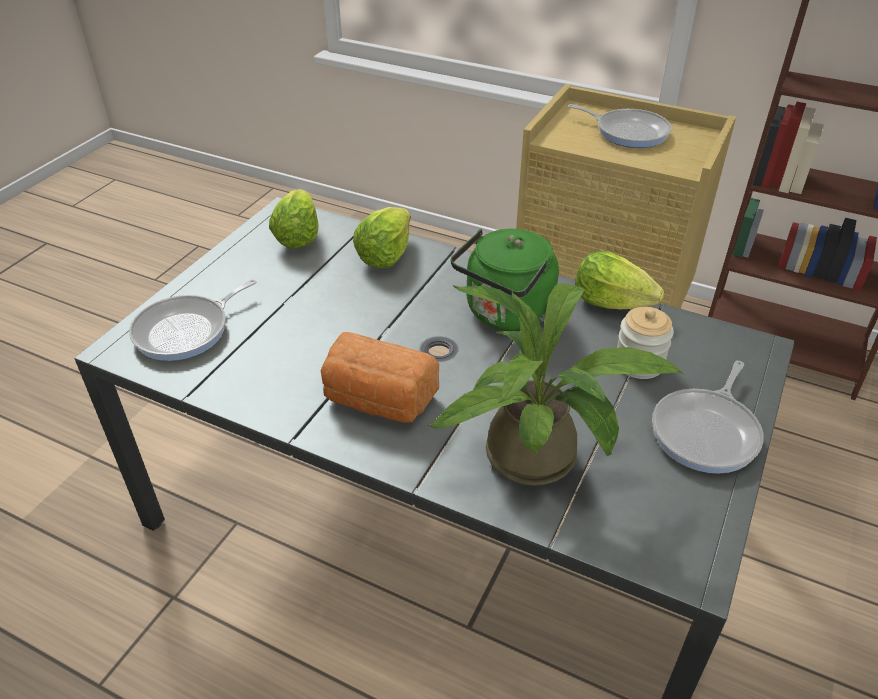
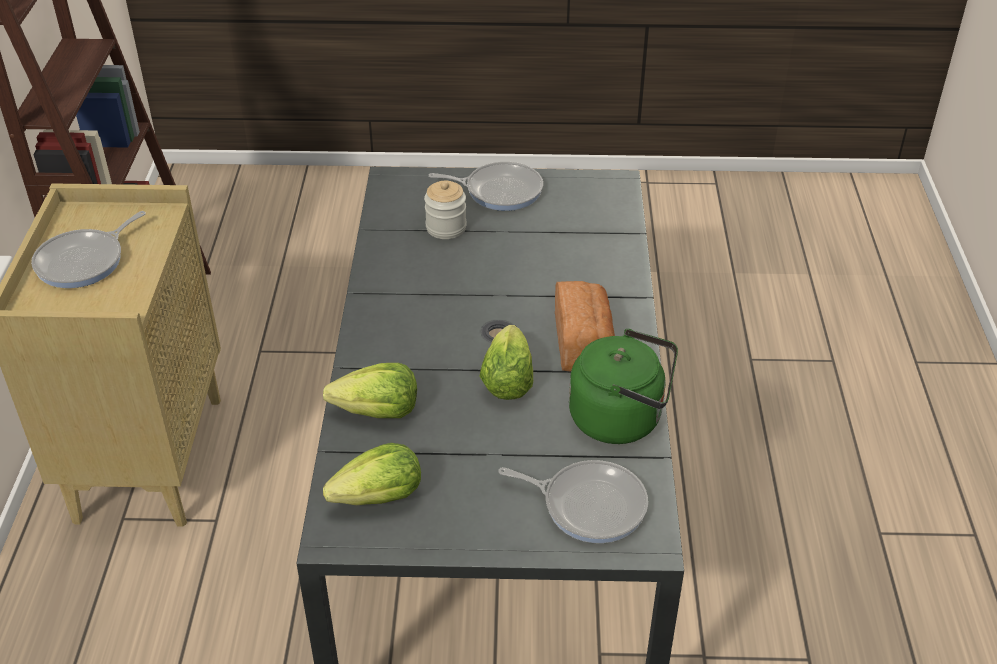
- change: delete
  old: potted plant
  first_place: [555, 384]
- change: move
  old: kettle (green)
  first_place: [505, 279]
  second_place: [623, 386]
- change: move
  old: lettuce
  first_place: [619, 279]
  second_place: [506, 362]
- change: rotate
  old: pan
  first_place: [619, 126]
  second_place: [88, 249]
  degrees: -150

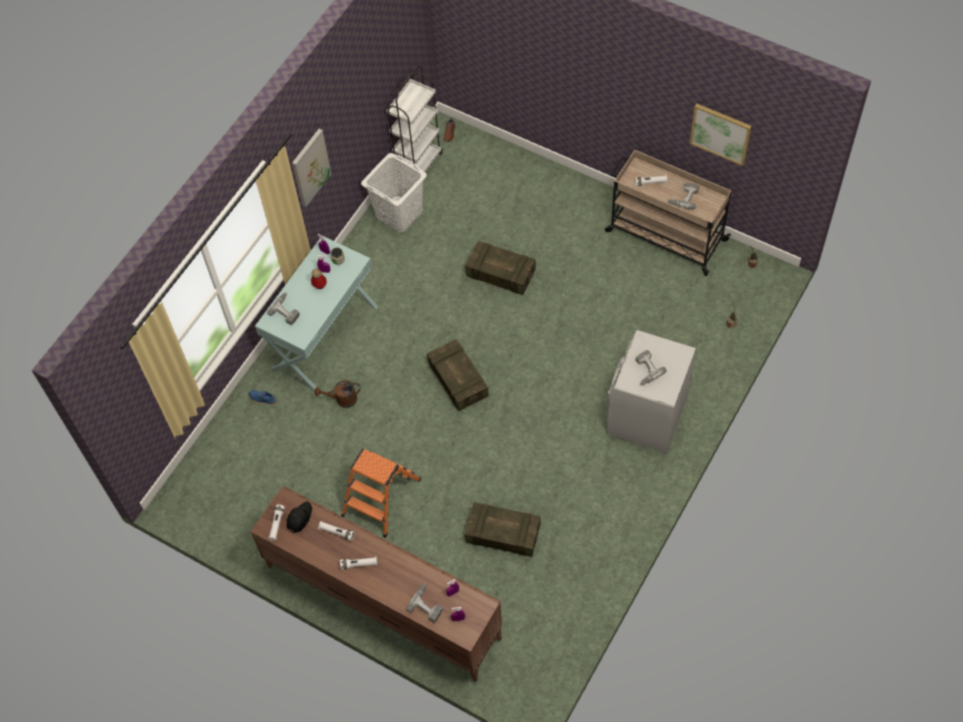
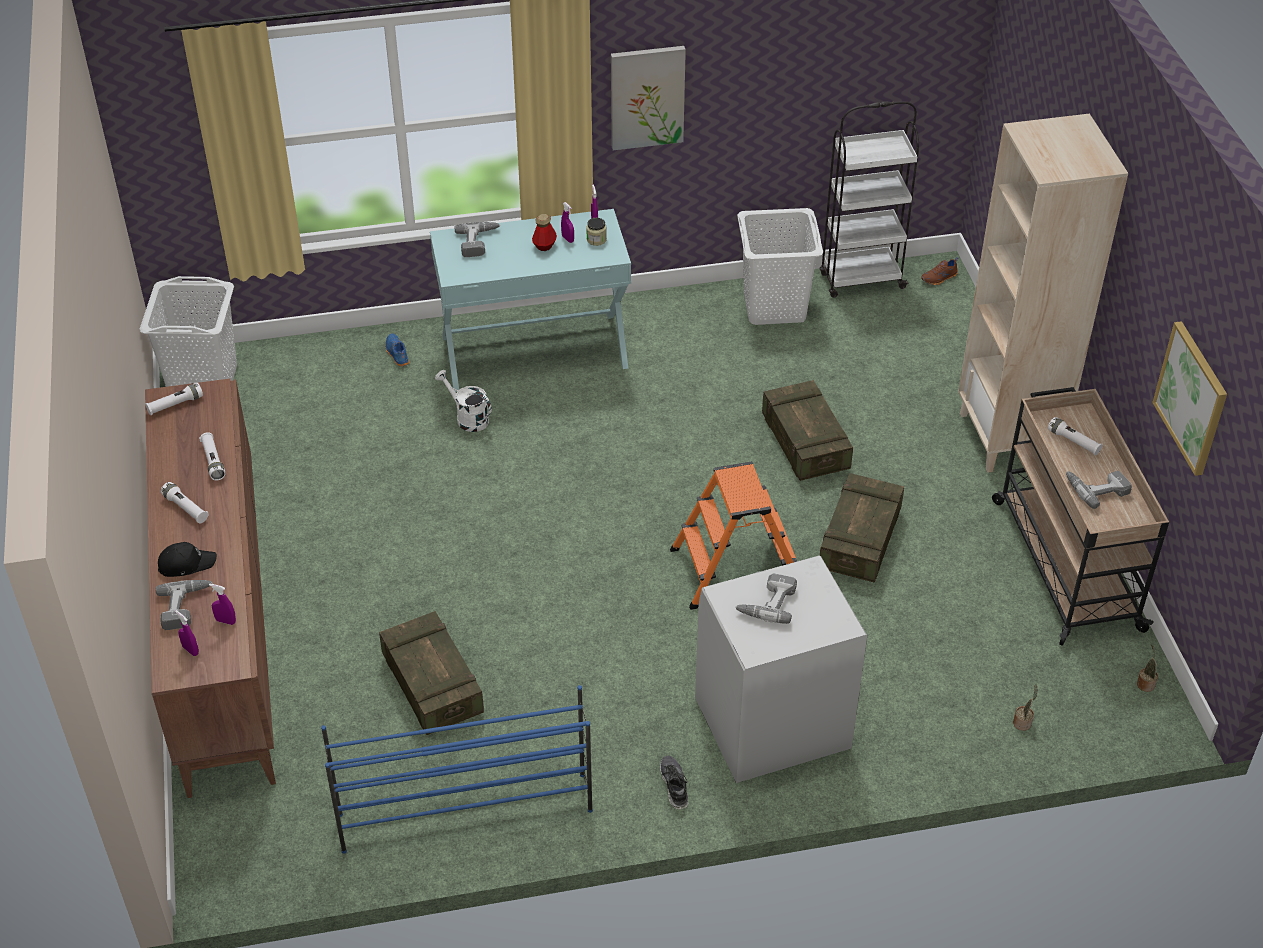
- change: insert
  new: washing basket (white)
  second_place: [188, 331]
- change: insert
  new: shoe stand (bluish)
  second_place: [457, 769]
- change: insert
  new: low shoe
  second_place: [674, 782]
- change: insert
  new: shelving unit (sand-coloured)
  second_place: [1043, 293]
- change: move
  old: peaked cap (blackish)
  first_place: [299, 517]
  second_place: [187, 559]
- change: move
  old: step stool (orange)
  first_place: [381, 493]
  second_place: [733, 535]
- change: move
  old: packing crate
  first_place: [458, 375]
  second_place: [862, 528]
- change: recolor
  old: watering can (brown)
  new: watering can (white)
  first_place: [337, 394]
  second_place: [463, 401]

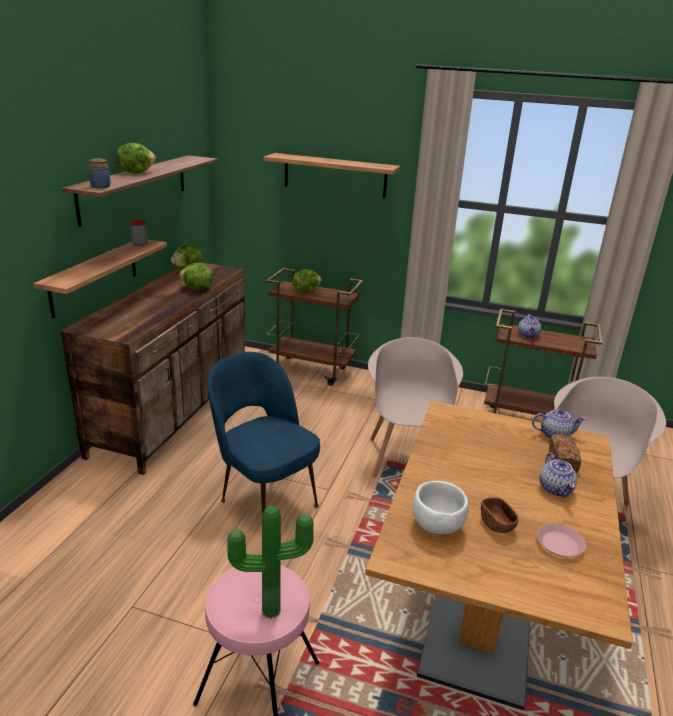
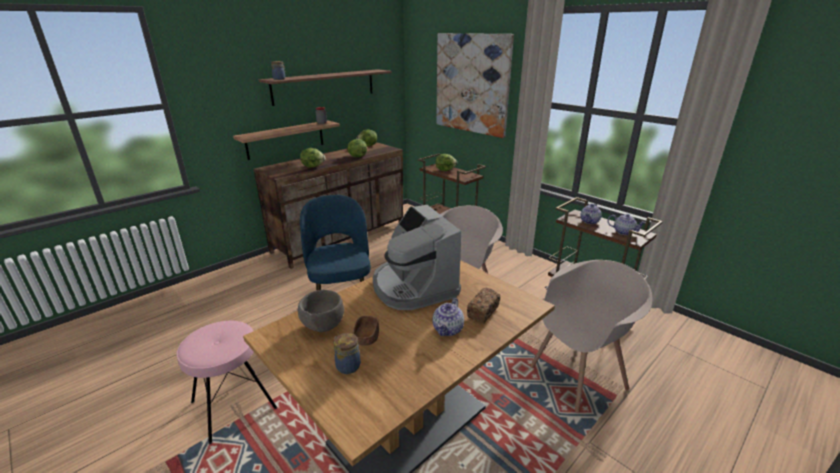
- change: delete
  old: potted plant
  first_place: [270, 562]
- change: delete
  old: flat dish (pinkish)
  first_place: [561, 540]
- change: insert
  new: preserve jar
  second_place: [347, 353]
- change: insert
  new: coffee maker
  second_place: [417, 257]
- change: move
  old: lettuce
  first_place: [136, 158]
  second_place: [312, 158]
- change: move
  old: tea pot
  first_place: [559, 424]
  second_place: [627, 224]
- change: replace
  old: shelf
  new: wall picture
  first_place: [331, 175]
  second_place: [475, 85]
- change: recolor
  old: deep dish (white)
  new: deep dish (brown)
  first_place: [440, 507]
  second_place: [321, 311]

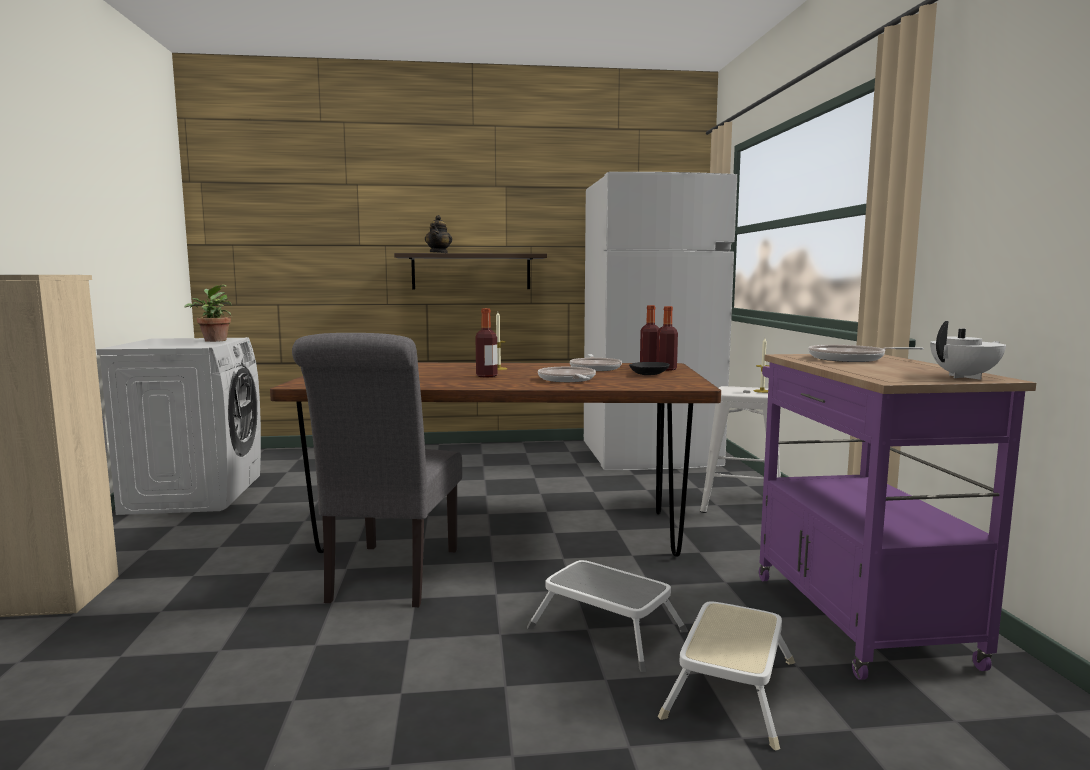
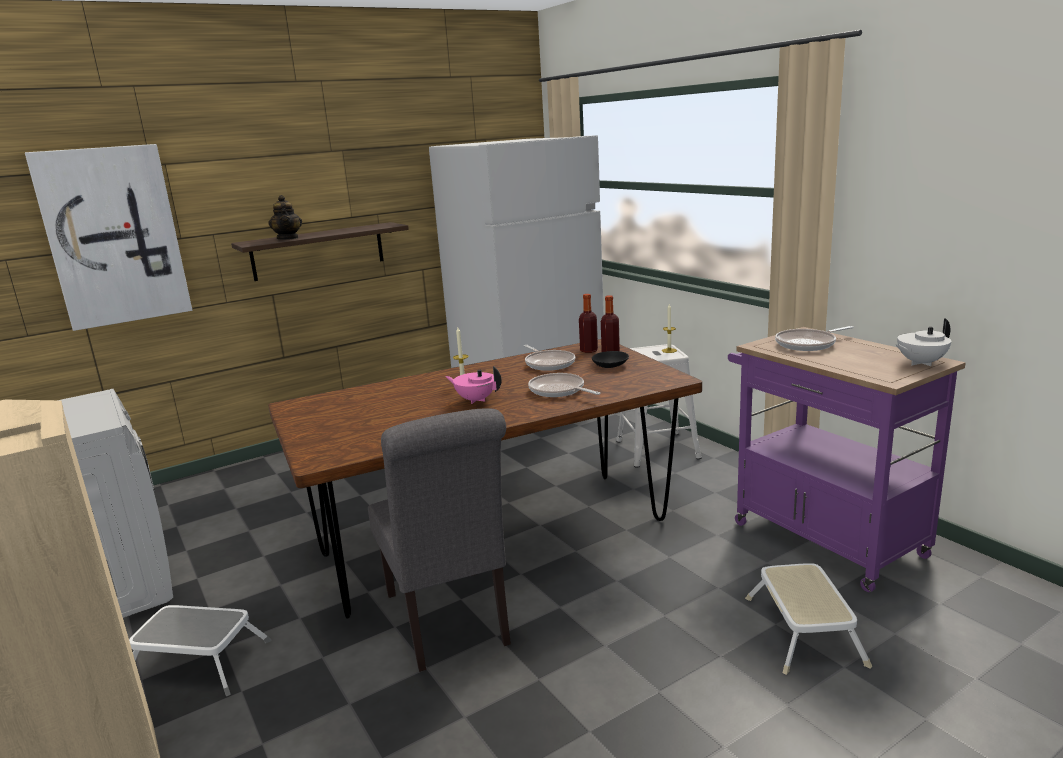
- change: delete
  old: potted plant
  first_place: [208, 313]
- change: insert
  new: wall picture
  second_place: [108, 237]
- change: move
  old: step stool (greyish)
  first_place: [607, 616]
  second_place: [200, 650]
- change: replace
  old: drink bottle
  new: tea pot (pinkish)
  first_place: [486, 343]
  second_place: [473, 385]
- change: rotate
  old: tea pot (white)
  first_place: [968, 350]
  second_place: [923, 342]
  degrees: -150

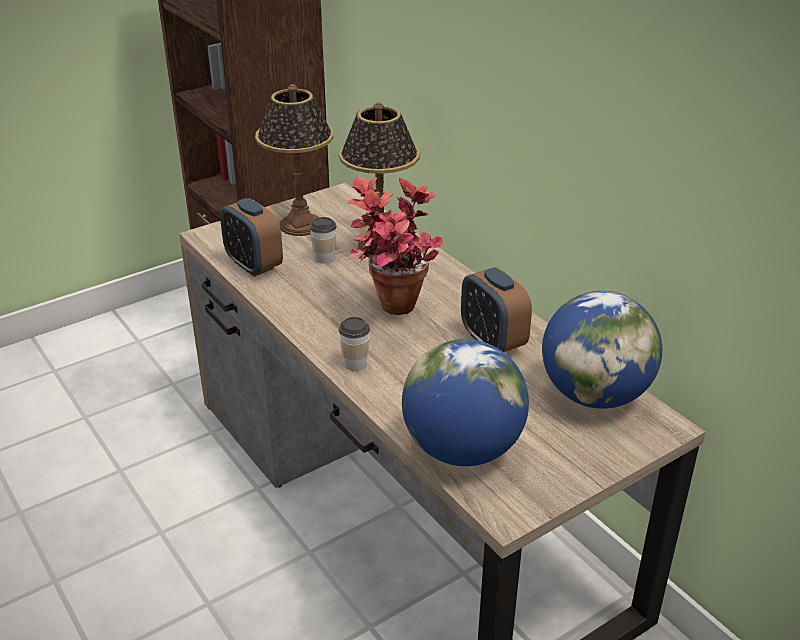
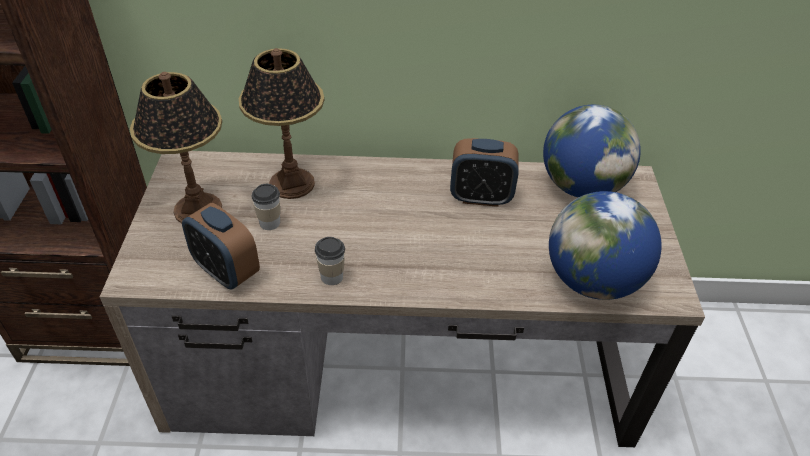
- change: delete
  old: potted plant
  first_place: [395, 246]
- change: move
  old: drinking cup
  first_place: [354, 344]
  second_place: [330, 261]
- change: rotate
  old: bedside clock
  first_place: [251, 237]
  second_place: [221, 246]
  degrees: 45

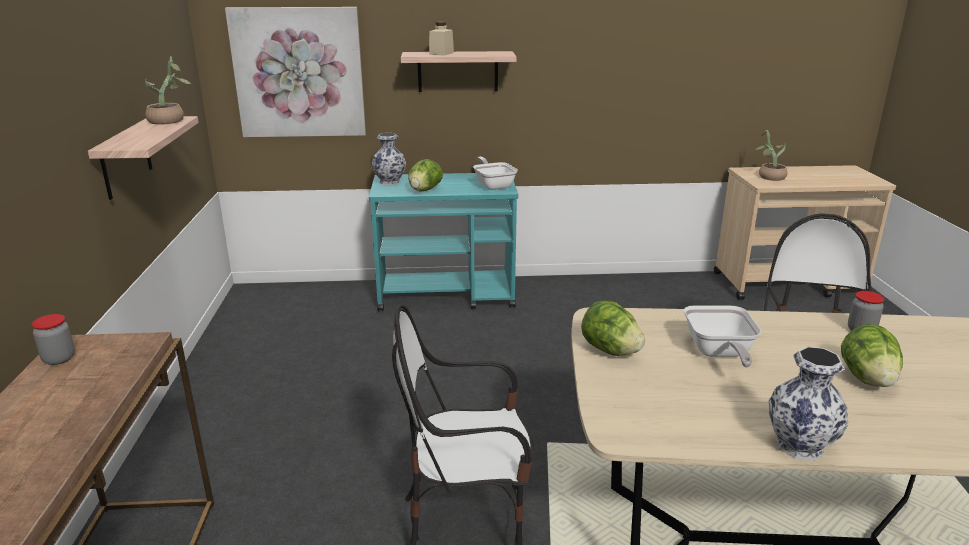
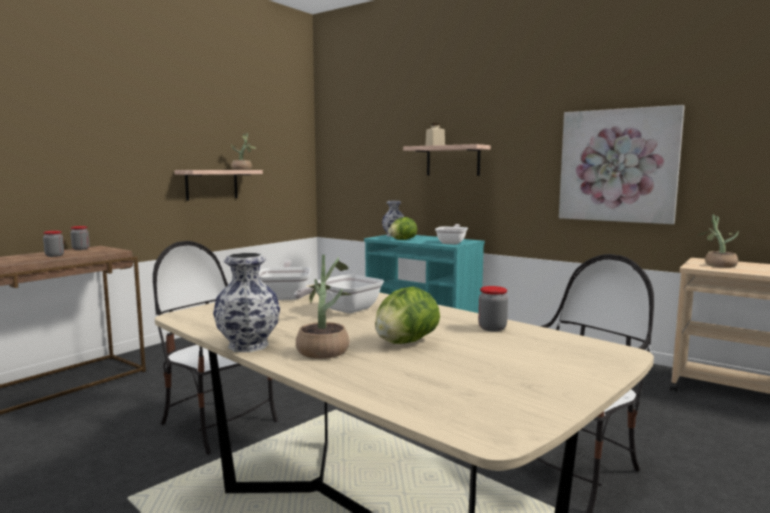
- change: insert
  new: preserve jar
  second_place: [53, 244]
- change: insert
  new: potted plant
  second_place: [323, 307]
- change: move
  old: wall picture
  first_place: [295, 72]
  second_place: [622, 164]
- change: replace
  old: lettuce
  new: pan
  first_place: [613, 328]
  second_place: [285, 280]

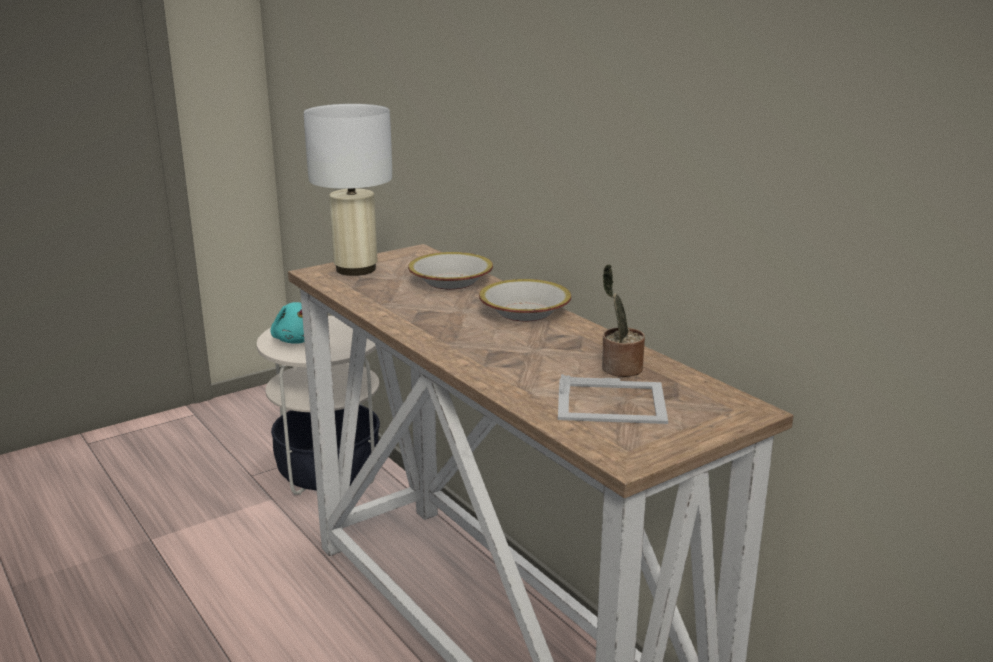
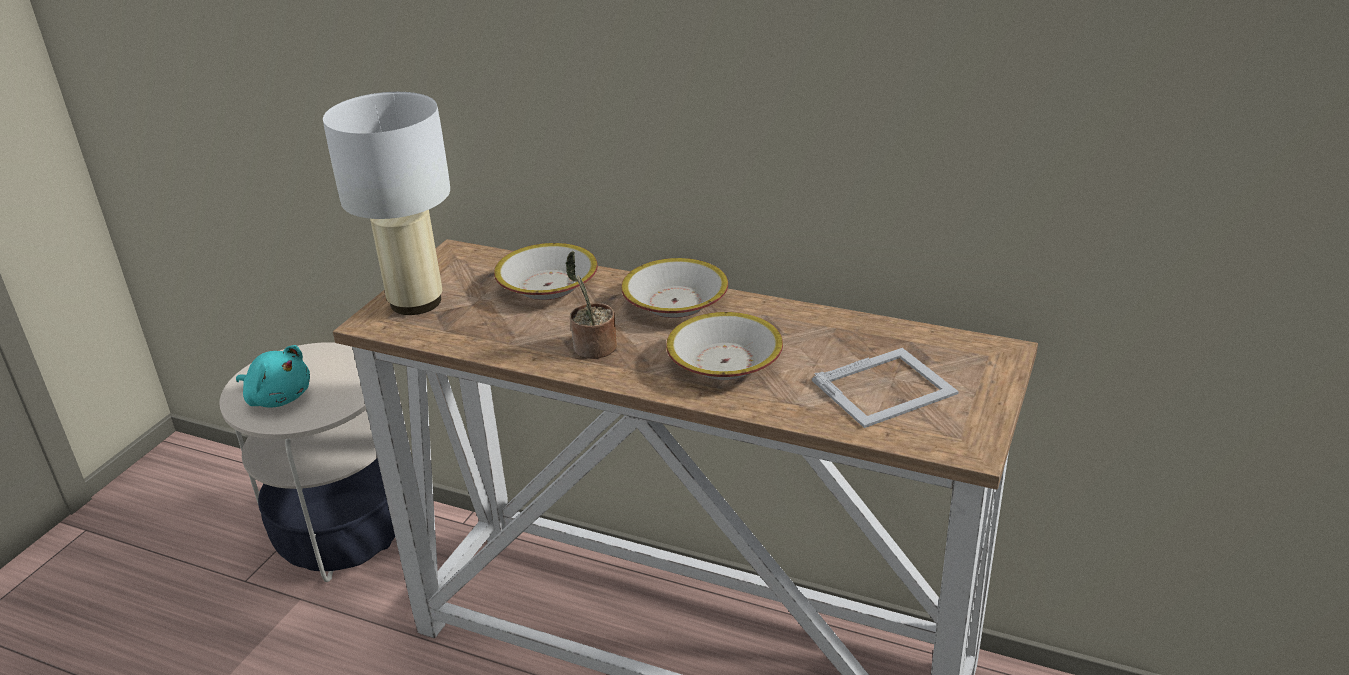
- change: insert
  new: deep dish
  second_place: [724, 346]
- change: move
  old: potted plant
  first_place: [623, 320]
  second_place: [591, 305]

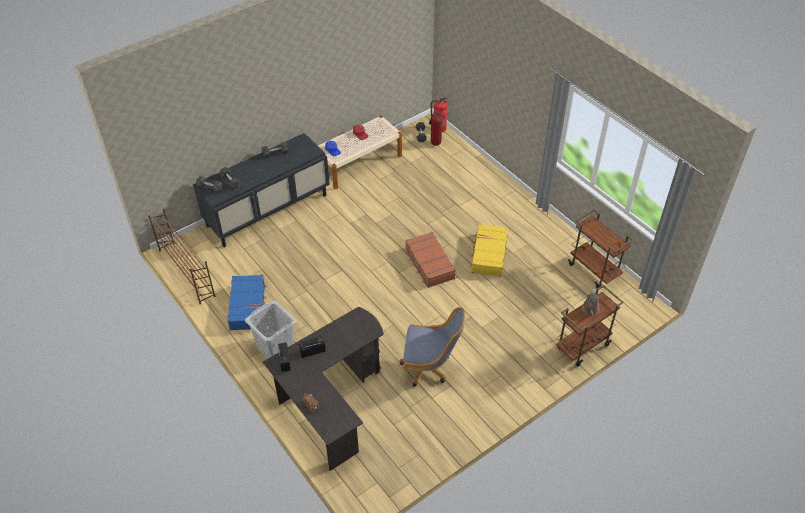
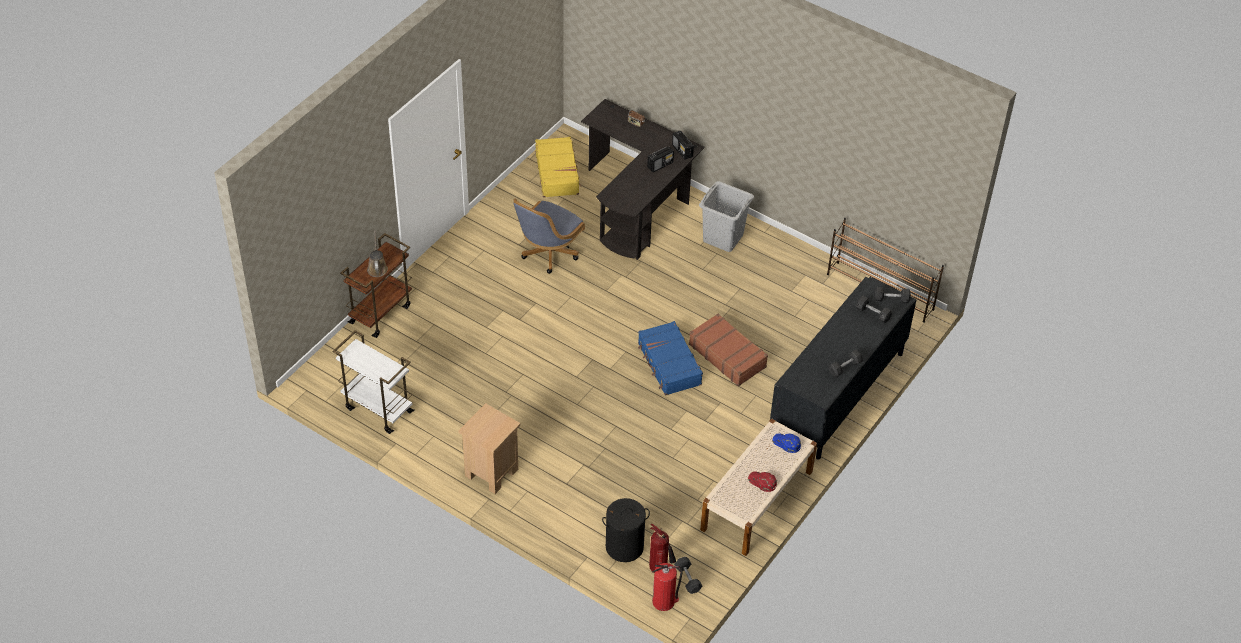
- change: insert
  new: night table (sand-coloured)
  second_place: [489, 448]
- change: insert
  new: washing basket (blackish)
  second_place: [626, 530]
- change: move
  old: piece of luggage (bluish)
  first_place: [247, 302]
  second_place: [670, 358]
- change: move
  old: piece of luggage (brown)
  first_place: [430, 260]
  second_place: [728, 350]
- change: move
  old: piece of luggage (yellowish)
  first_place: [488, 250]
  second_place: [558, 167]
- change: recolor
  old: wheeled cart (brown)
  new: wheeled cart (white)
  first_place: [601, 248]
  second_place: [374, 382]
- change: rotate
  old: office chair (bluish)
  first_place: [432, 346]
  second_place: [549, 236]
  degrees: -45

